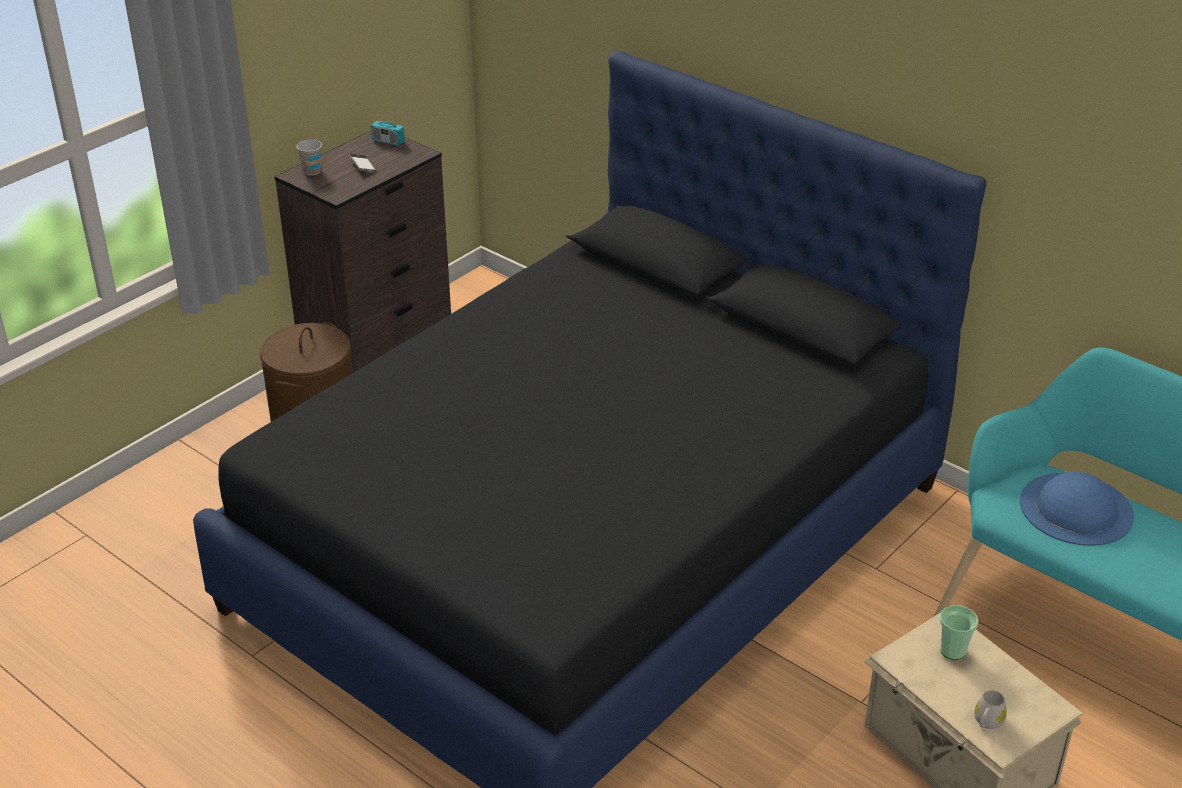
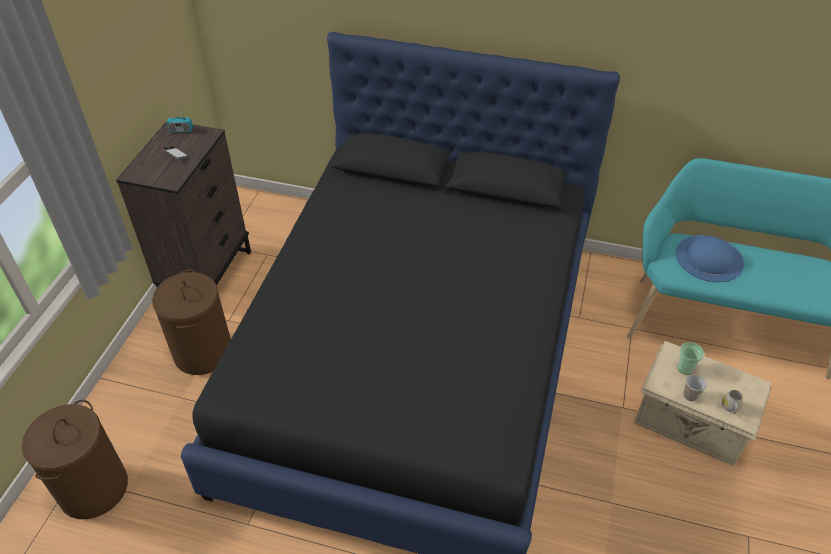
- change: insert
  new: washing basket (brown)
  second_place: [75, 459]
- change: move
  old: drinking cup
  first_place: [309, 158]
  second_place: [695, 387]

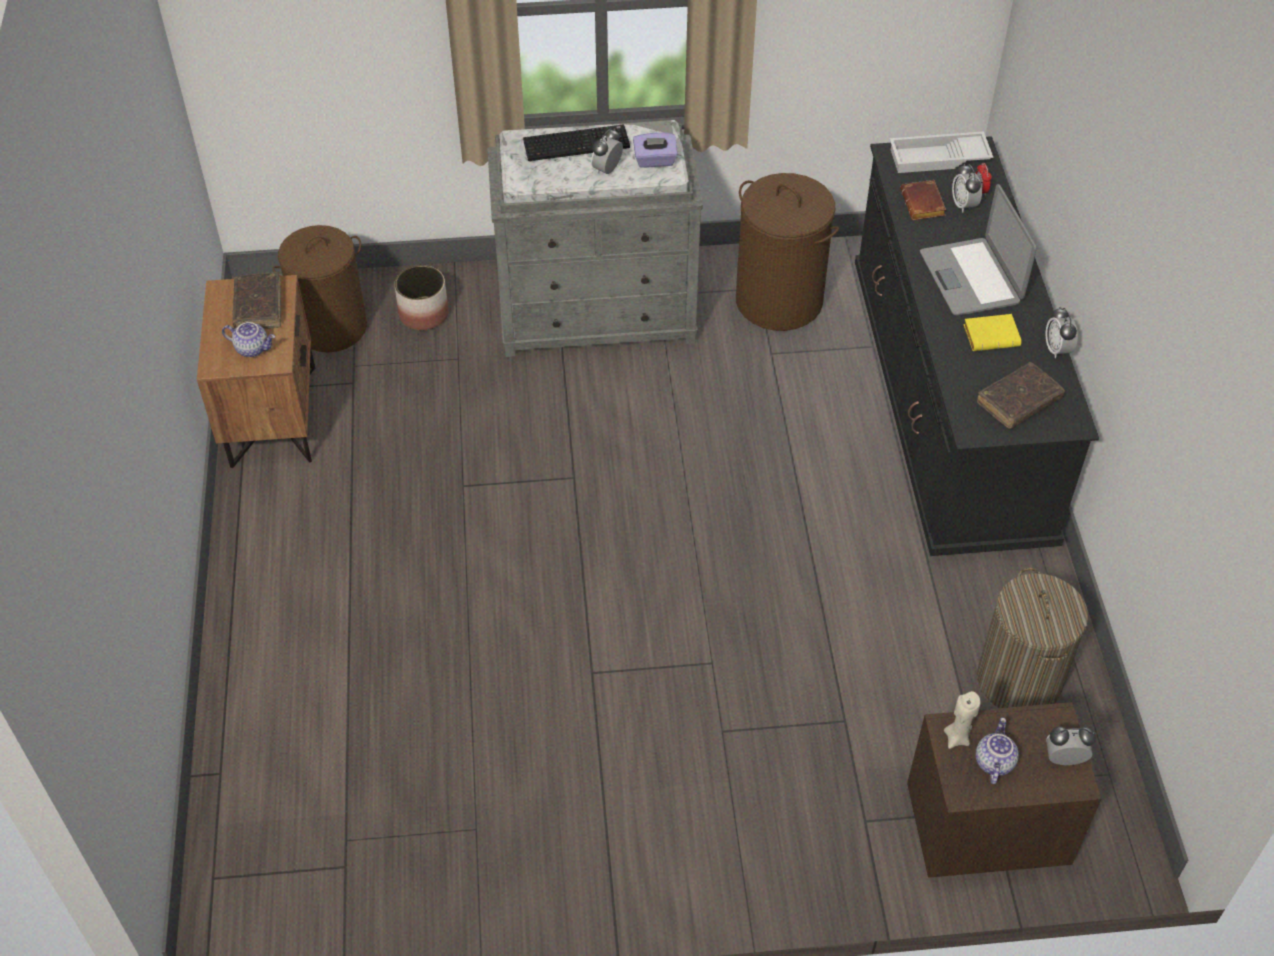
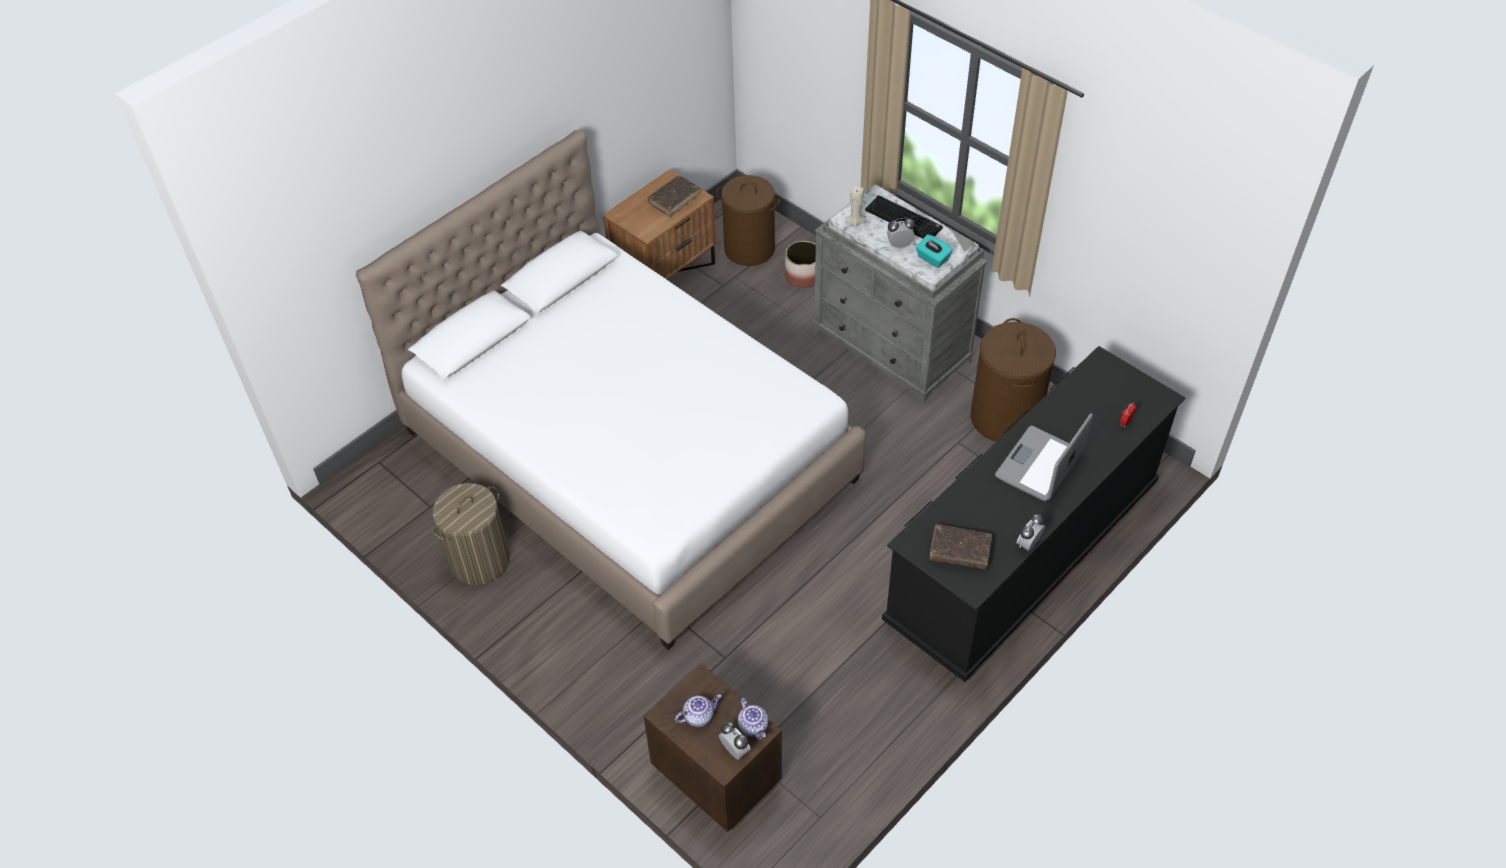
- change: delete
  old: serving tray (white)
  first_place: [941, 152]
- change: delete
  old: bound book (brown)
  first_place: [923, 200]
- change: delete
  old: bedside clock
  first_place: [967, 188]
- change: delete
  old: bound book (yellowish)
  first_place: [992, 332]
- change: insert
  new: bedroom bed (white)
  second_place: [611, 390]
- change: move
  old: tea pot
  first_place: [248, 339]
  second_place: [753, 718]
- change: move
  old: candle (sand-coloured)
  first_place: [962, 720]
  second_place: [856, 206]
- change: move
  old: washing basket
  first_place: [1032, 638]
  second_place: [471, 534]
- change: recolor
  old: box of tissues (purple-coloured)
  new: box of tissues (turquoise-coloured)
  first_place: [655, 150]
  second_place: [934, 251]

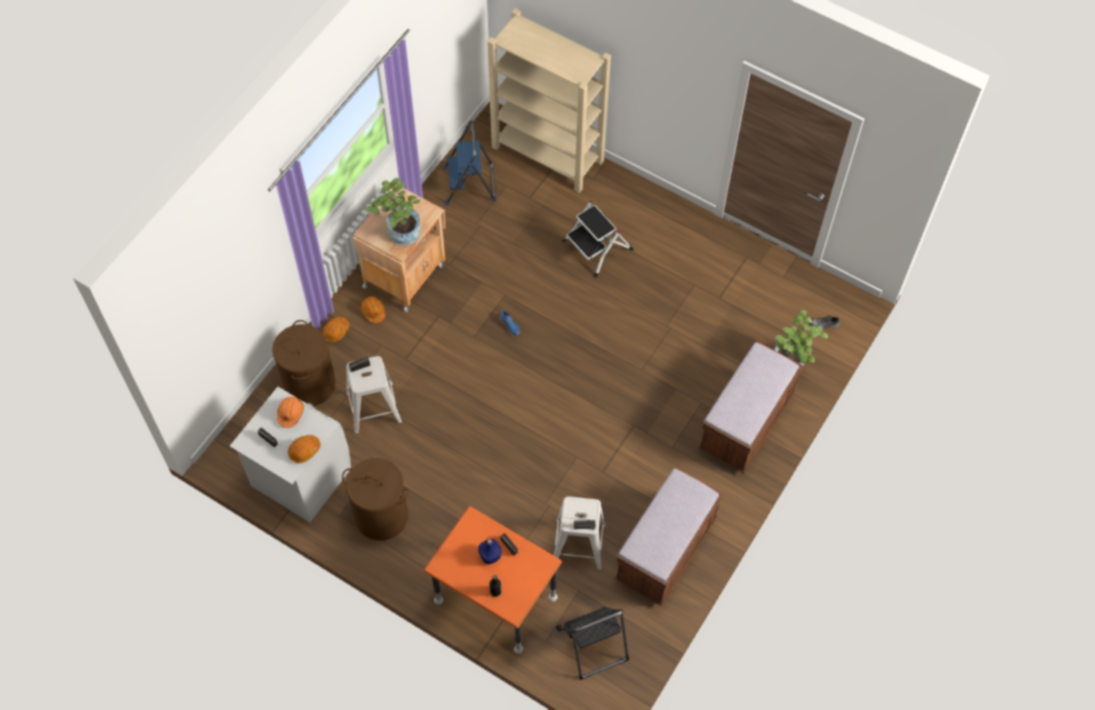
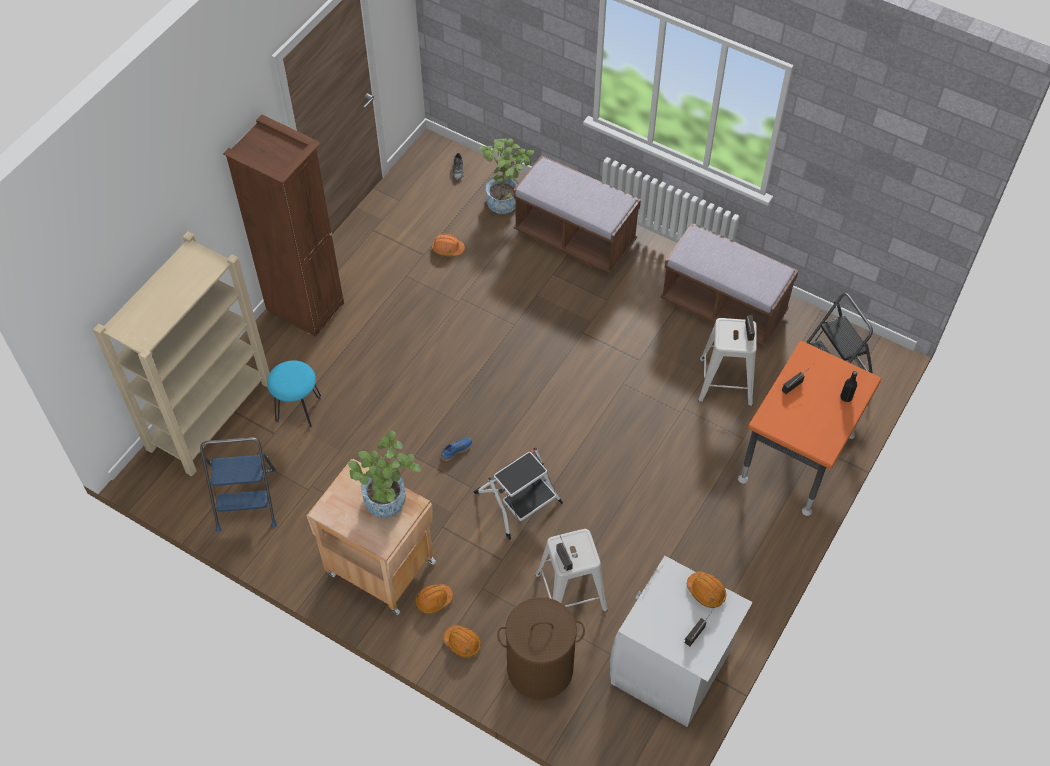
- change: delete
  old: washing basket (brown)
  first_place: [375, 499]
- change: delete
  old: drink bottle (bluish)
  first_place: [490, 551]
- change: insert
  new: storage cabinet (brown)
  second_place: [283, 226]
- change: insert
  new: sitting stool (turquoise-coloured)
  second_place: [294, 394]
- change: move
  old: safety helmet (orange)
  first_place: [290, 412]
  second_place: [448, 245]
- change: move
  old: step stool
  first_place: [598, 239]
  second_place: [518, 494]

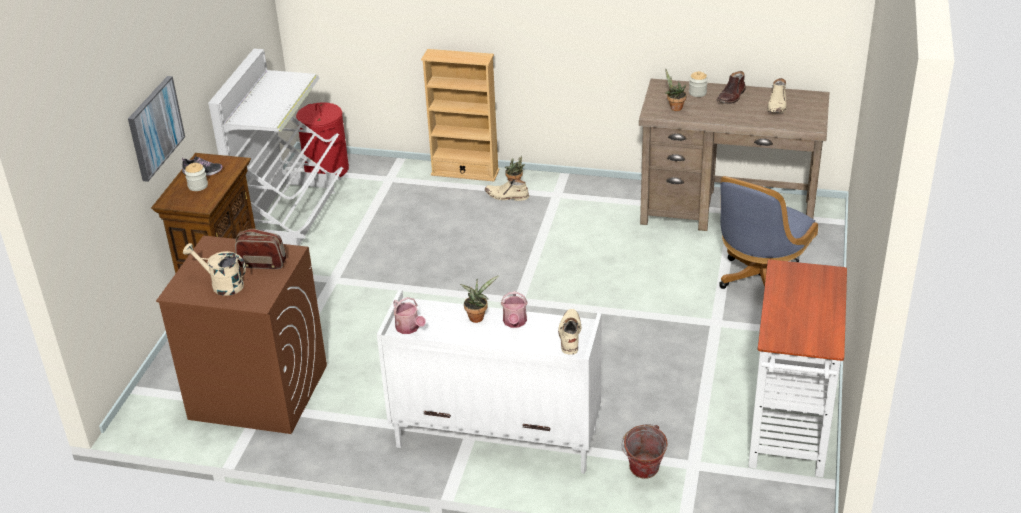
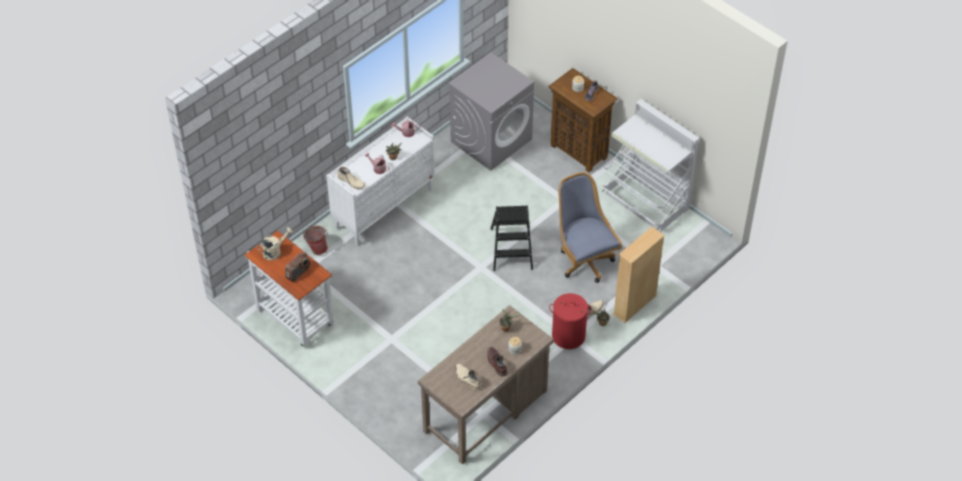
- change: delete
  old: wall picture
  first_place: [156, 129]
- change: insert
  new: step stool (blackish)
  second_place: [511, 238]
- change: move
  old: watering can (sand-coloured)
  first_place: [214, 269]
  second_place: [275, 244]
- change: move
  old: radio receiver
  first_place: [260, 249]
  second_place: [297, 267]
- change: move
  old: washing basket (reddish)
  first_place: [322, 139]
  second_place: [570, 321]
- change: move
  old: office chair (bluish)
  first_place: [768, 232]
  second_place: [590, 227]
- change: recolor
  old: laundry appliance (brown)
  new: laundry appliance (greyish)
  first_place: [241, 335]
  second_place: [491, 111]

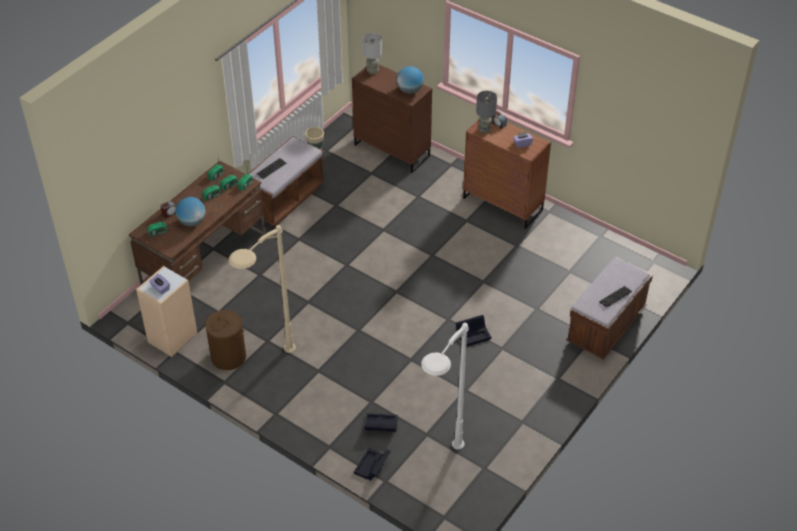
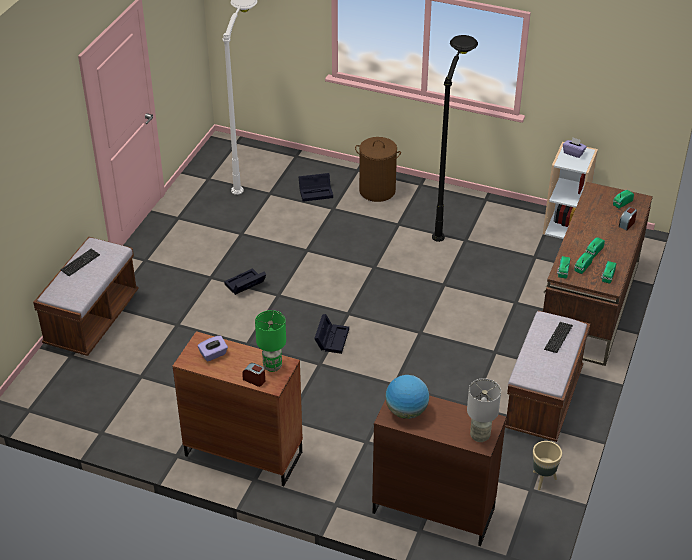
- change: delete
  old: desk globe
  first_place: [191, 211]
- change: move
  old: washing basket (brown)
  first_place: [225, 340]
  second_place: [378, 169]
- change: move
  old: storage bin (blackish)
  first_place: [372, 464]
  second_place: [331, 334]
- change: recolor
  old: floor lamp (sand-coloured)
  new: floor lamp (blackish)
  first_place: [262, 289]
  second_place: [455, 138]
- change: recolor
  old: tabletop lamp (greyish)
  new: tabletop lamp (green)
  first_place: [486, 112]
  second_place: [270, 341]

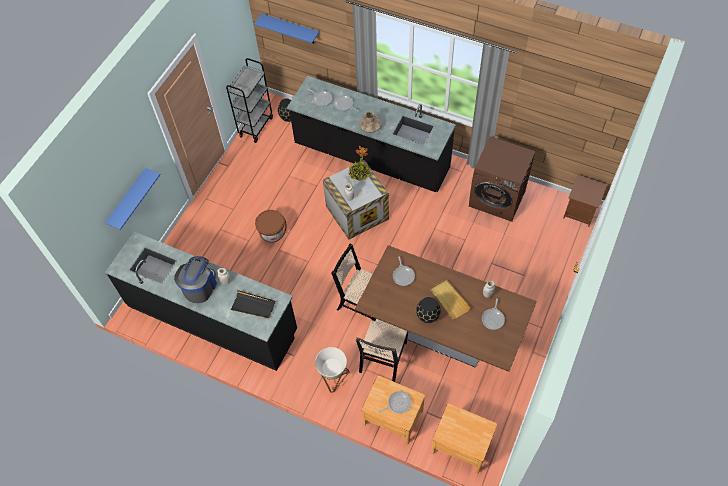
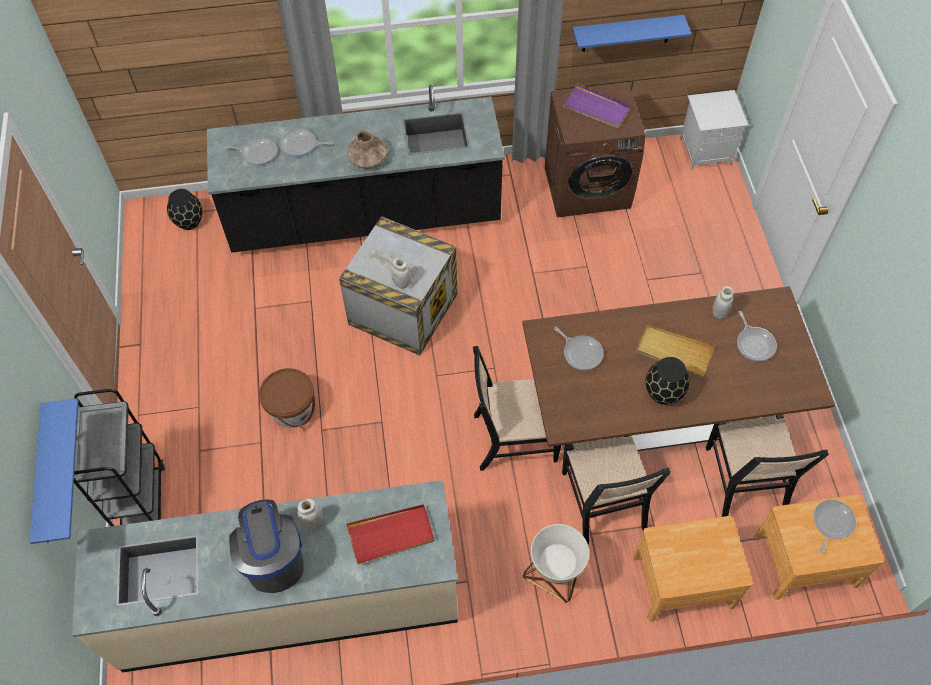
- change: delete
  old: potted plant
  first_place: [360, 163]
- change: insert
  new: serving tray (purple-coloured)
  second_place: [596, 105]
- change: insert
  new: chair
  second_place: [767, 466]
- change: move
  old: wheeled cart (greyish)
  first_place: [249, 100]
  second_place: [119, 457]
- change: move
  old: shelf (bluish)
  first_place: [286, 29]
  second_place: [632, 33]
- change: move
  old: pan
  first_place: [395, 402]
  second_place: [835, 526]
- change: recolor
  old: kitchen base unit (blackish)
  new: kitchen base unit (sand-coloured)
  first_place: [201, 301]
  second_place: [265, 576]
- change: recolor
  old: serving tray (blackish)
  new: serving tray (reddish)
  first_place: [253, 304]
  second_place: [390, 534]
- change: recolor
  old: night table (brown)
  new: night table (greyish)
  first_place: [585, 201]
  second_place: [714, 130]

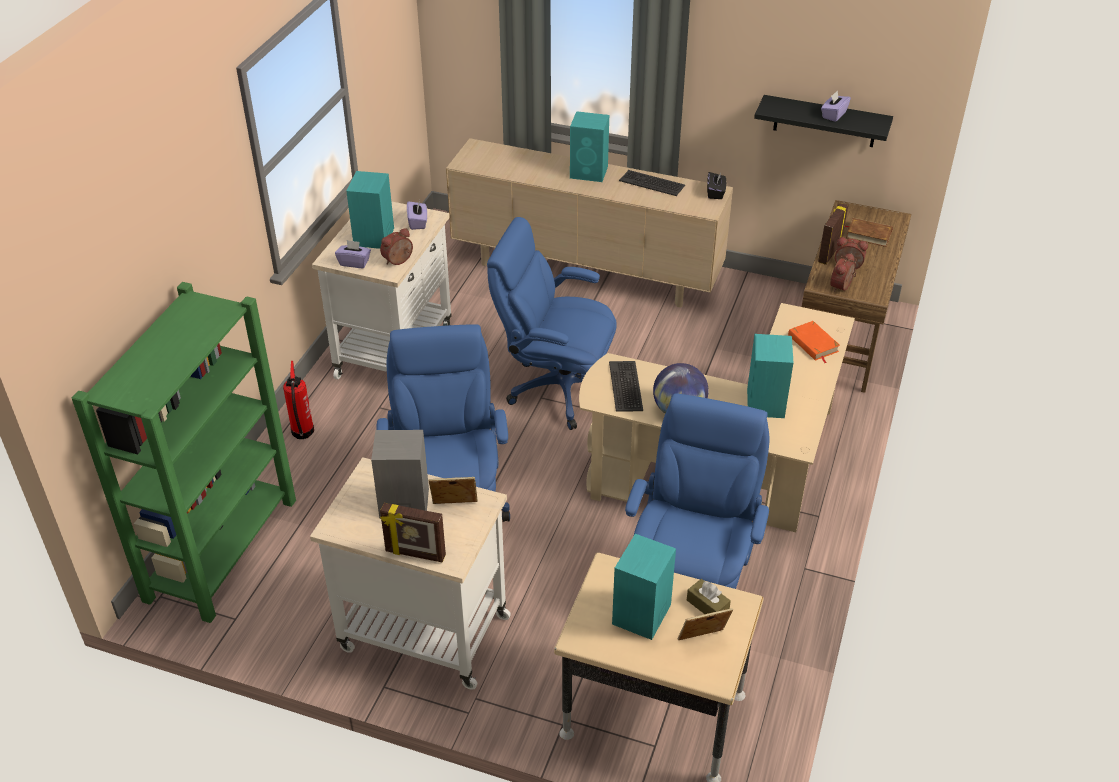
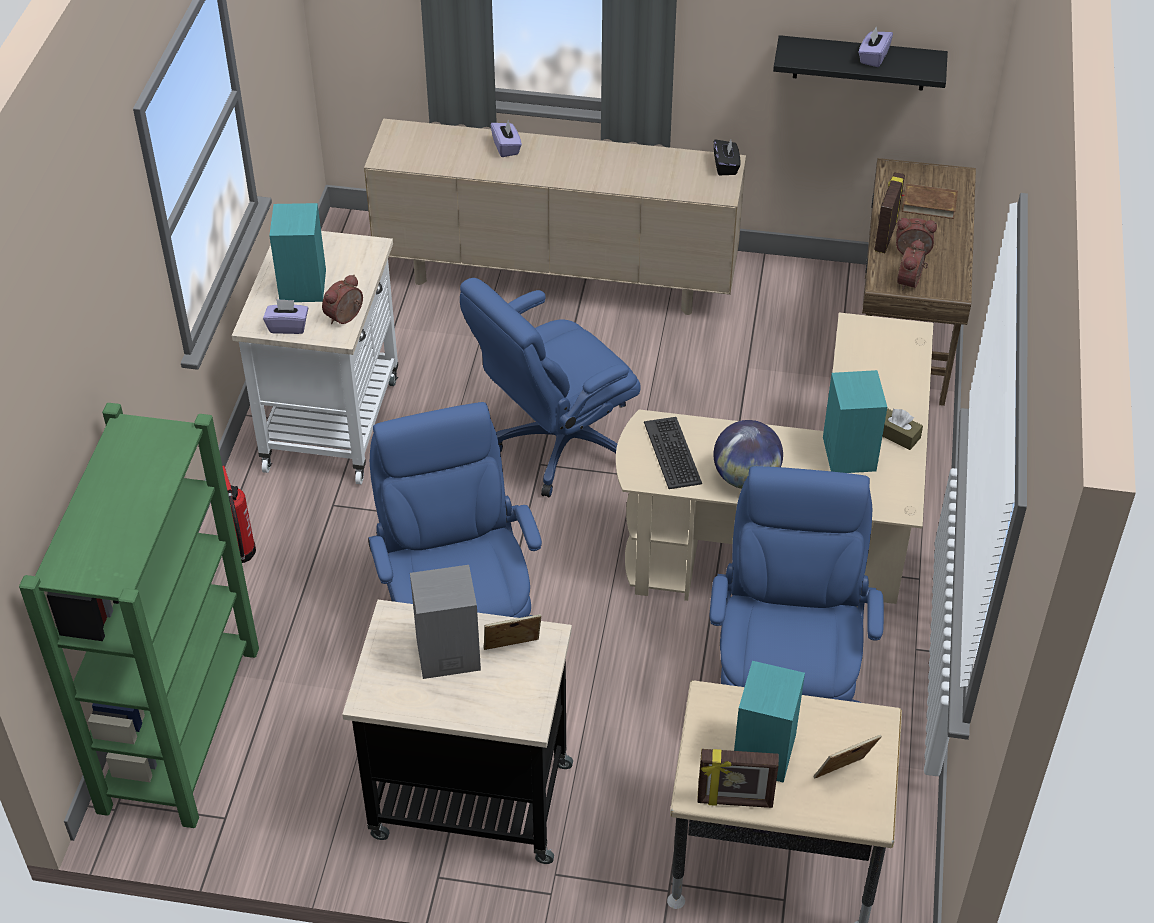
- change: delete
  old: audio speaker (turquoise-coloured)
  first_place: [589, 146]
- change: delete
  old: keyboard
  first_place: [652, 183]
- change: delete
  old: bound book (orange)
  first_place: [814, 342]
- change: move
  old: photo frame
  first_place: [413, 532]
  second_place: [738, 778]
- change: move
  old: box of tissues (purple-coloured)
  first_place: [417, 215]
  second_place: [506, 139]
- change: move
  old: box of tissues (brown)
  first_place: [709, 596]
  second_place: [902, 429]
- change: recolor
  old: wheeled cart (white)
  new: wheeled cart (blackish)
  first_place: [410, 573]
  second_place: [457, 732]
- change: rotate
  old: office chair (bluish)
  first_place: [552, 323]
  second_place: [550, 387]
  degrees: -45

